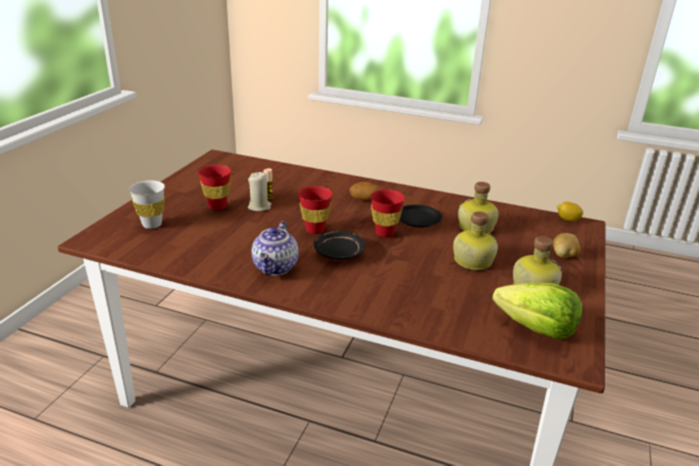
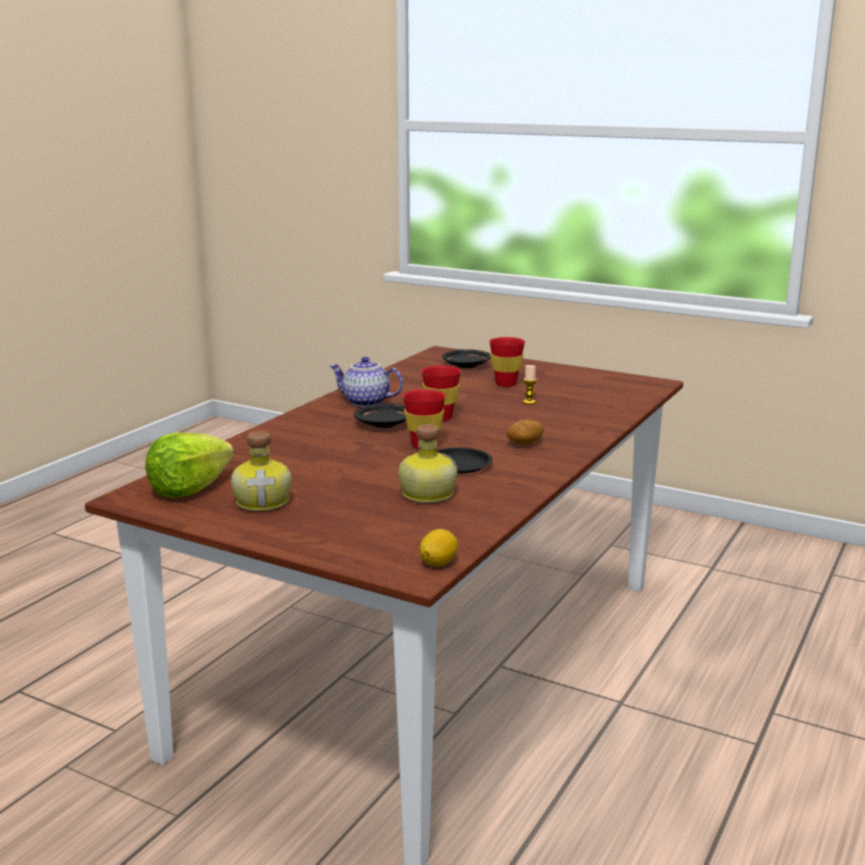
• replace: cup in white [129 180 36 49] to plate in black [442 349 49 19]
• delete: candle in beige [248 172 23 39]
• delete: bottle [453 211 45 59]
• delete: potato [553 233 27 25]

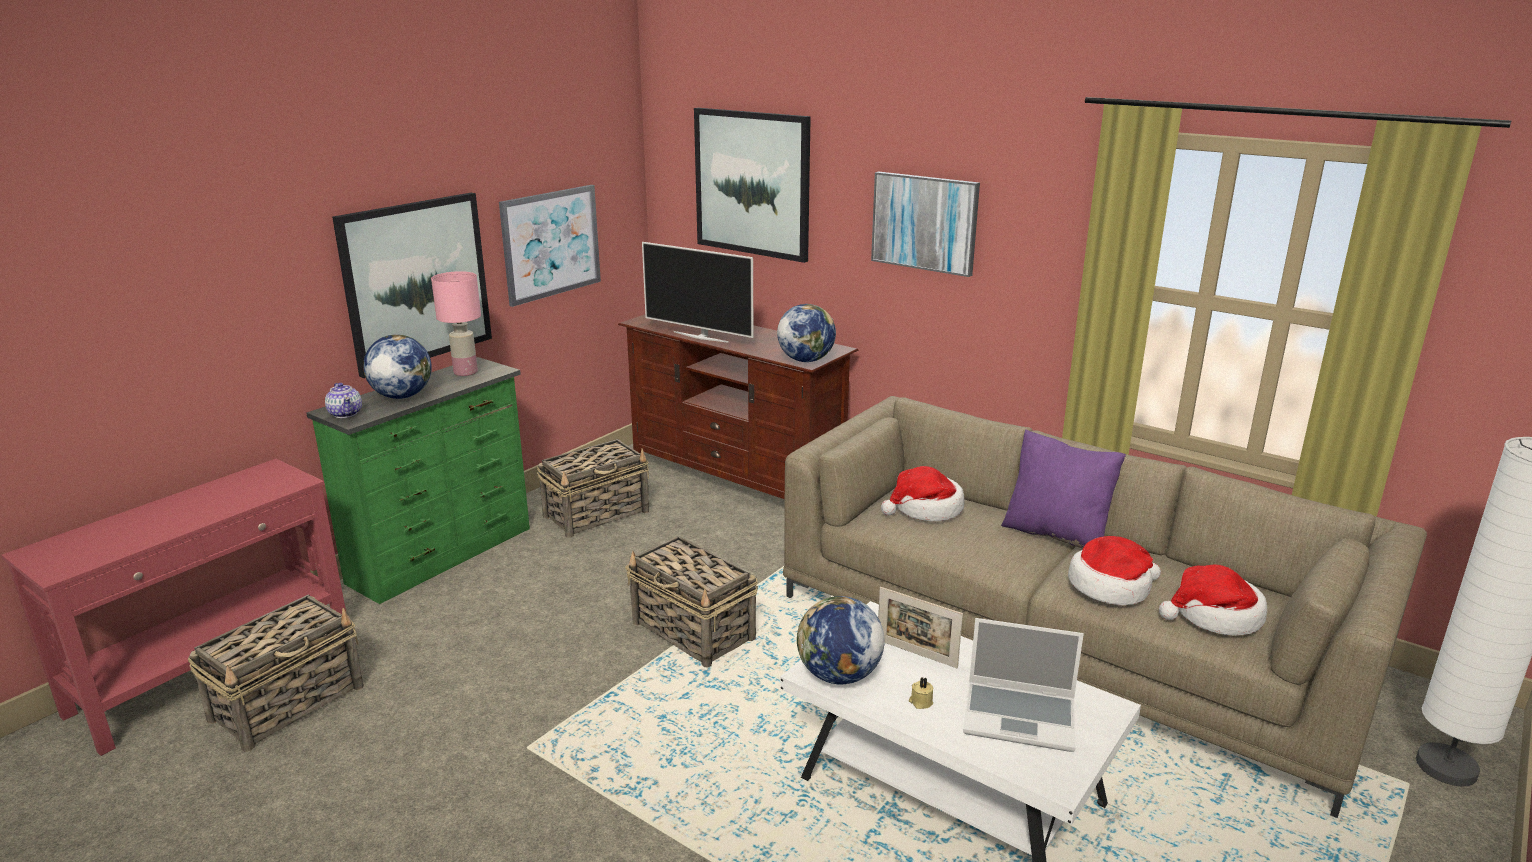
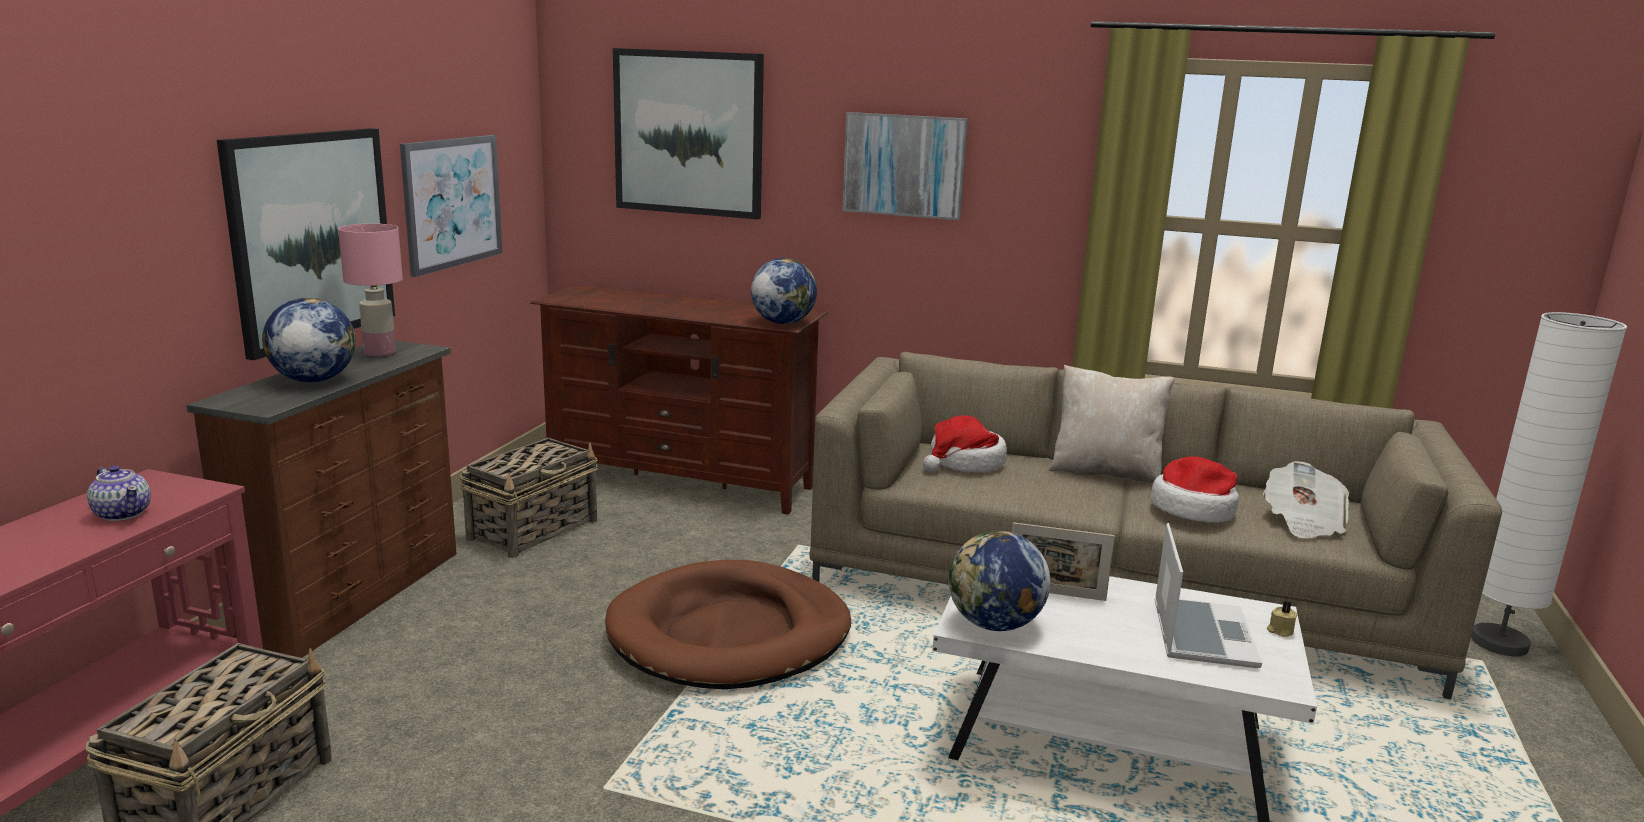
• recolor: dresser in green [307 357 223 247] to dresser in brown [187 340 270 318]
• move: teapot [325 383 37 35] to [87 466 64 55]
• replace: basket [625 536 133 131] to dog bed in brown [605 560 246 129]
• delete: television [642 242 112 101]
• move: candle in beige [909 677 25 32] to [1267 601 31 36]
• rotate: laptop [963 618 121 134] = [1155 523 107 145] 75 degrees counterclockwise
• recolor: pillow in purple [1001 429 125 120] to pillow in beige [1048 365 127 119]
• replace: hat [1159 564 108 72] to newspaper [1263 461 86 78]

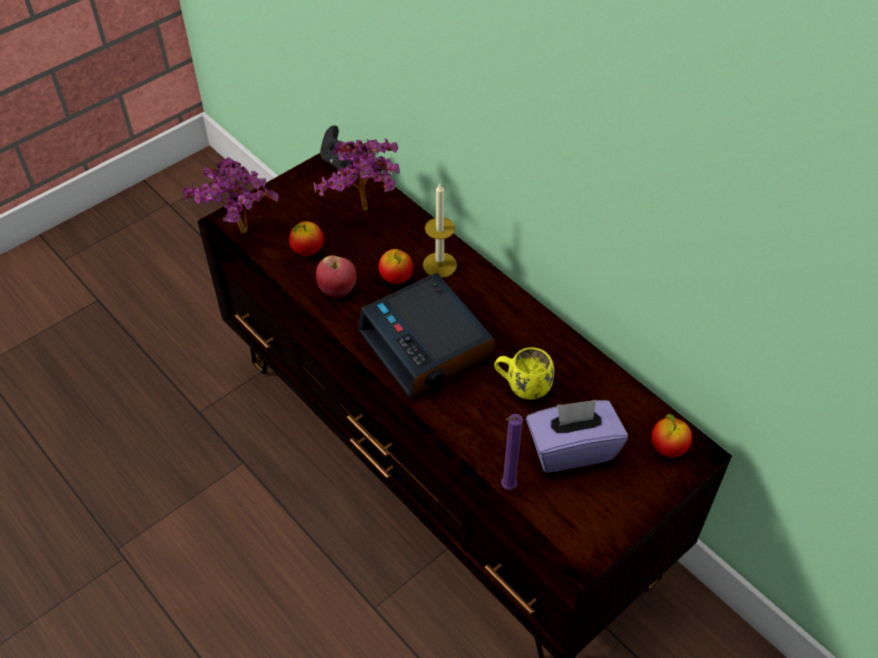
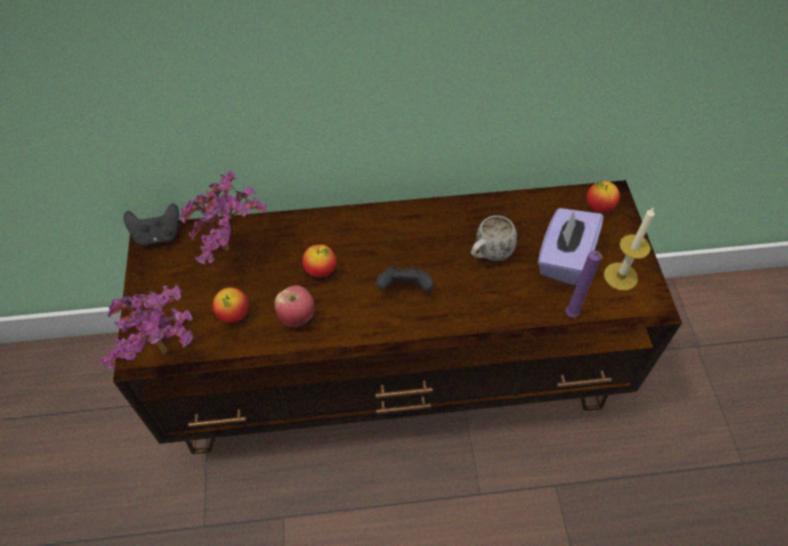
• replace: alarm clock [358 273 137 126] to game controller in black [376 266 58 25]
• move: candle [423 183 34 95] to [604 207 51 84]
• recolor: mug in yellow [494 347 60 53] to mug in white [471 215 46 46]

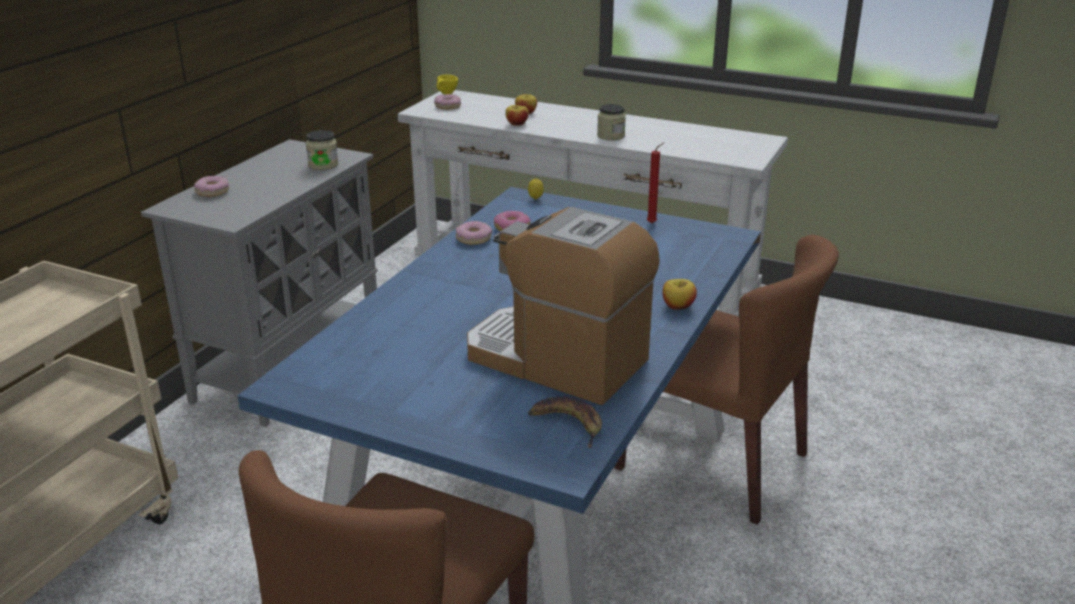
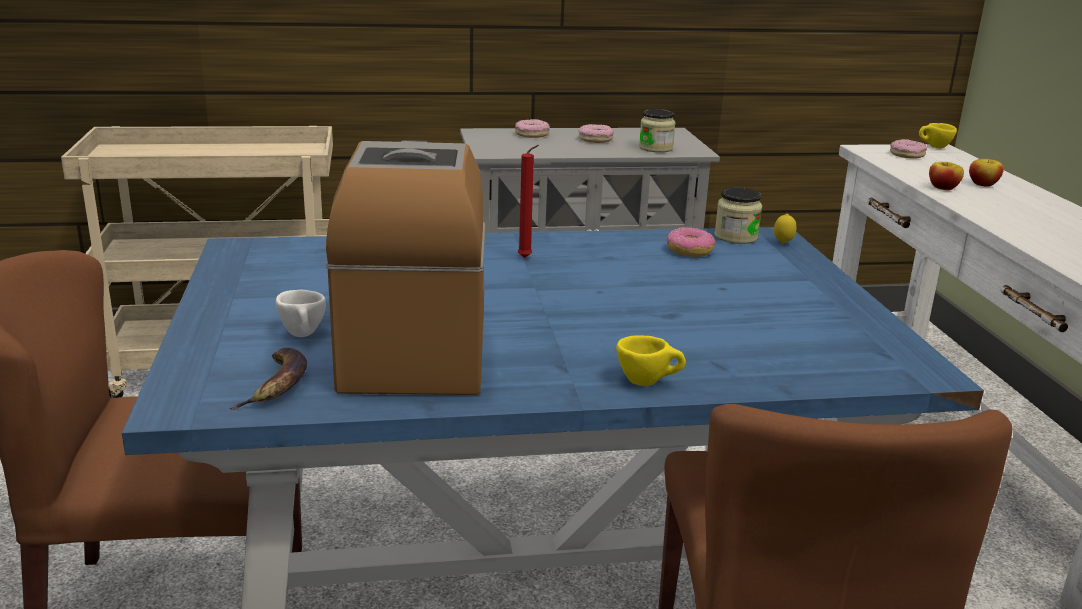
• move: donut [456 221 36 24] to [579 124 35 19]
• move: jar [597 104 29 37] to [714 187 48 57]
• move: candle in red [647 143 17 81] to [518 145 21 113]
• replace: apple [662 279 35 31] to cup in yellow [616 335 70 51]
• insert: cup in white [276 290 50 47]

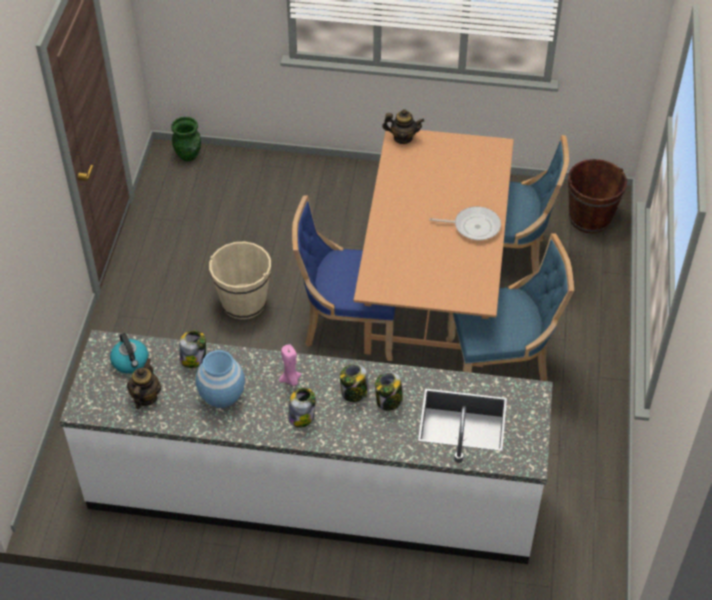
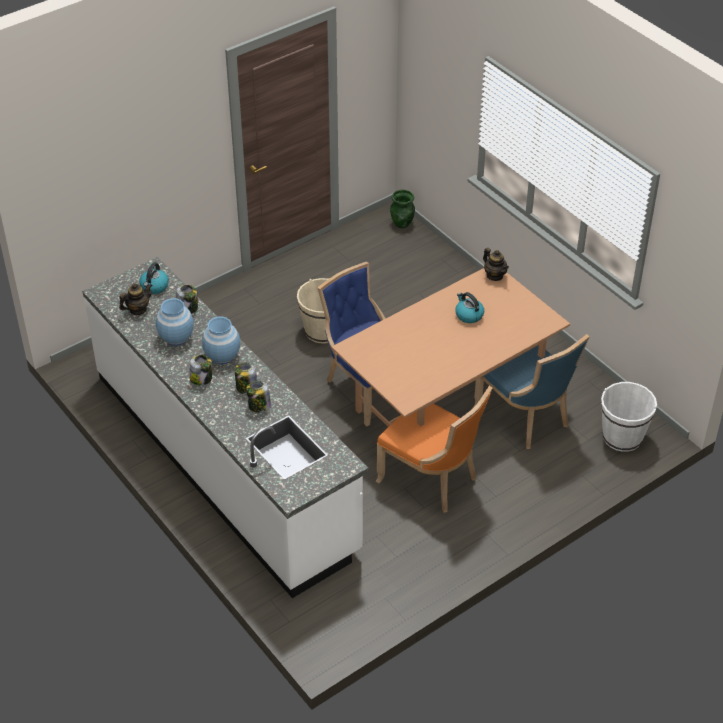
• replace: candle in pink [279 345 23 41] to vase in blue [202 316 38 49]
• delete: frying pan [429 206 72 34]
• recolor: chair in blue [446 233 128 148] to chair in orange [376 386 117 127]
• recolor: bucket in brown [568 159 59 75] to bucket in white [601 382 56 70]
• insert: kettle [455 292 29 31]

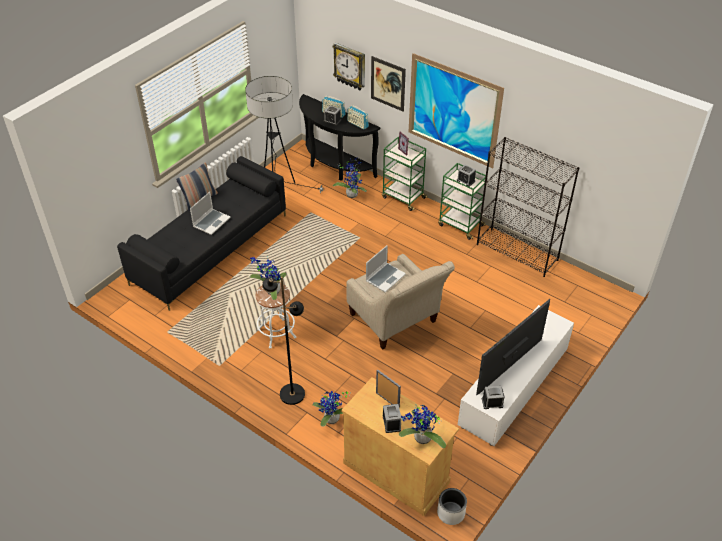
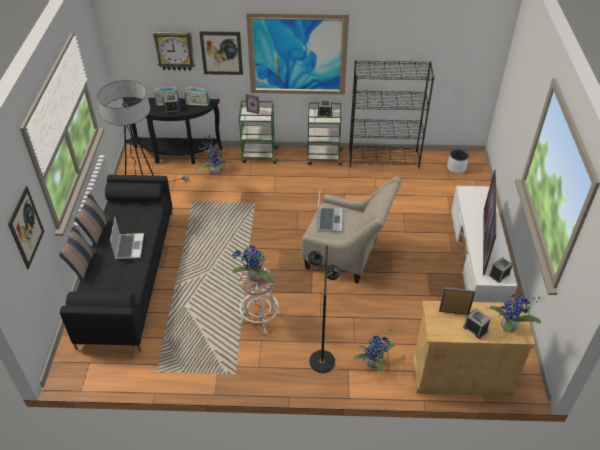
• move: planter in white [437 488 30 37] to [447 149 22 24]
• insert: picture [8 186 36 83]
• insert: pillow [59 224 37 58]

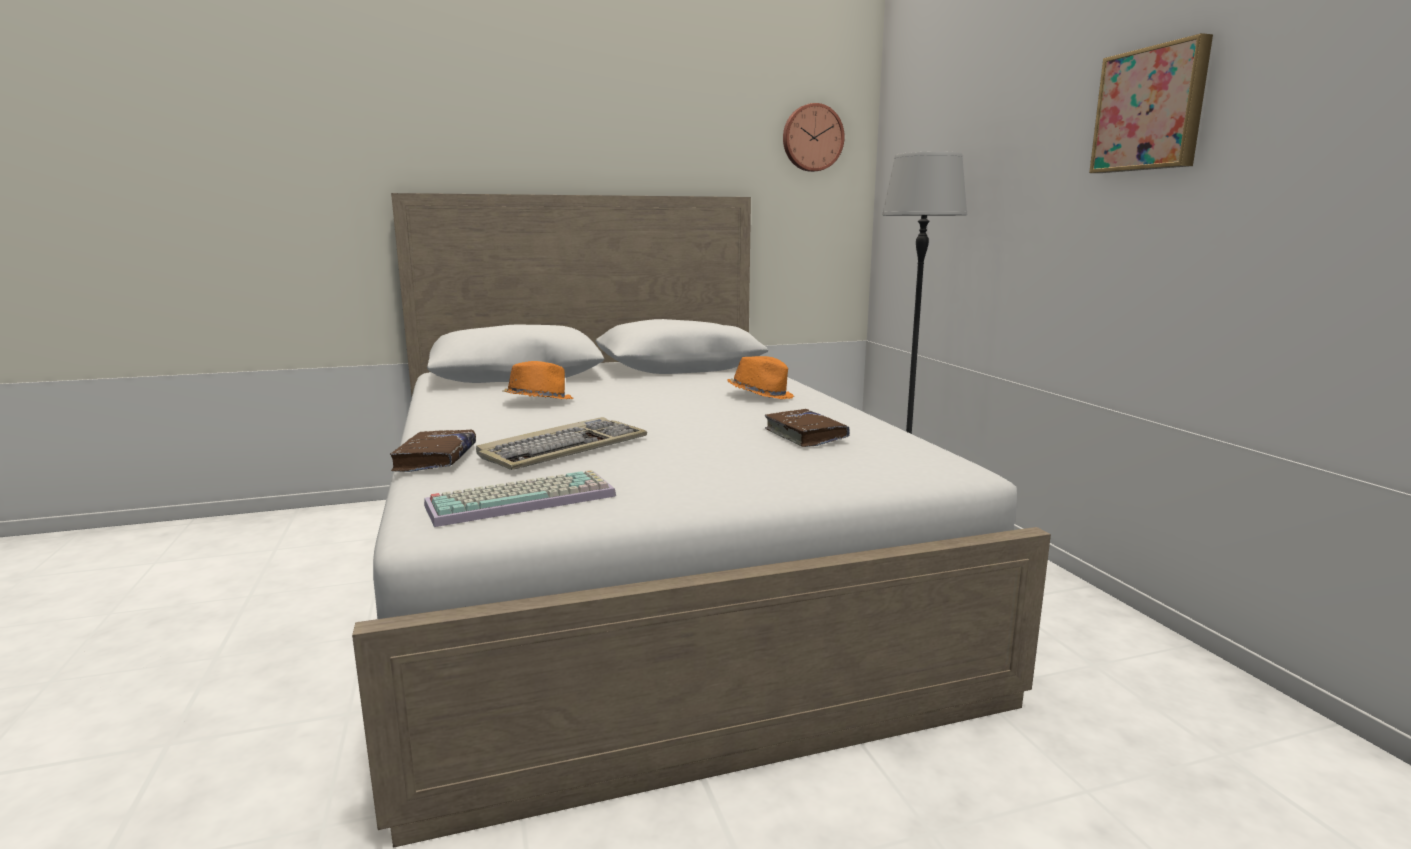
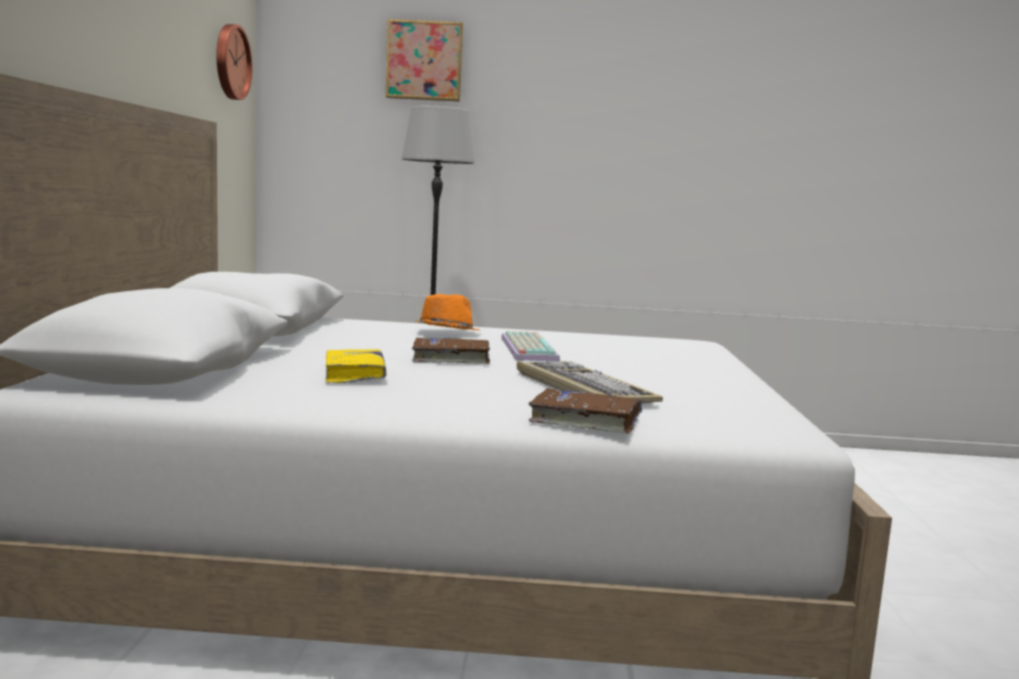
• move: keyboard [424 470 192 57] to [501 331 59 30]
• replace: hat in orange [502 361 72 38] to book in yellow [326 349 60 34]
• move: book in brown [765 409 85 38] to [412 338 78 26]
• move: picture [1089 33 124 140] to [386 19 77 82]

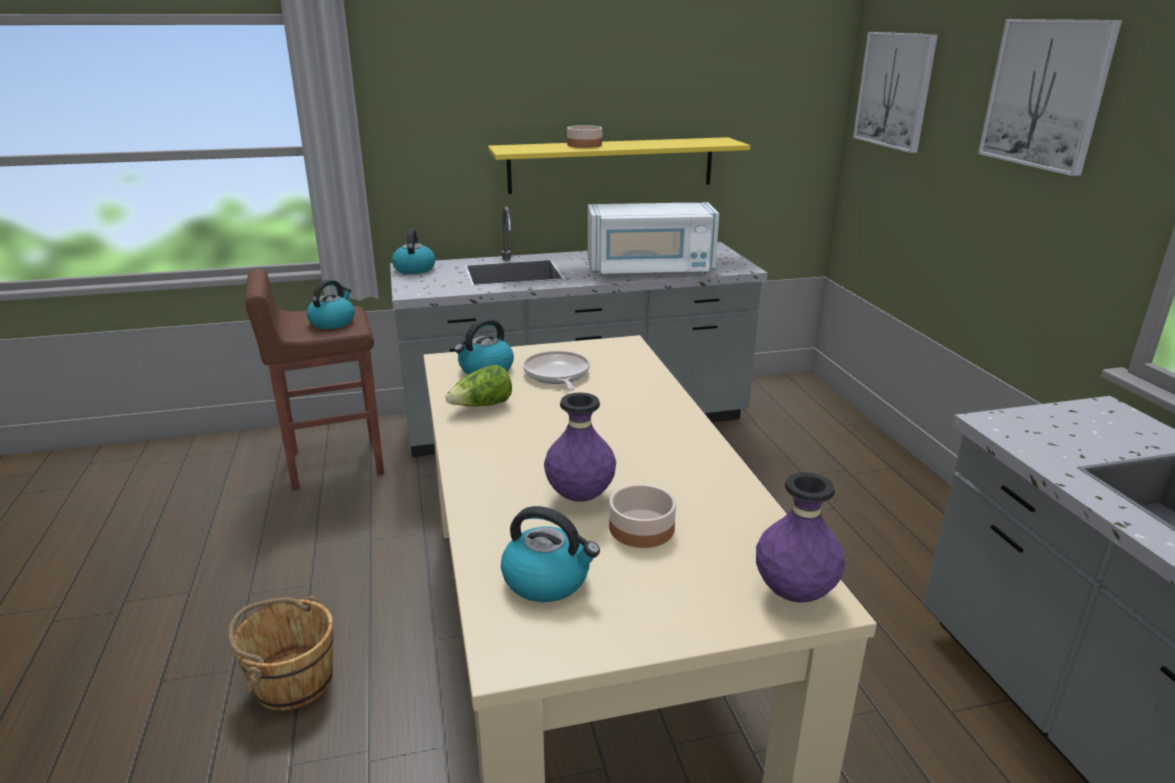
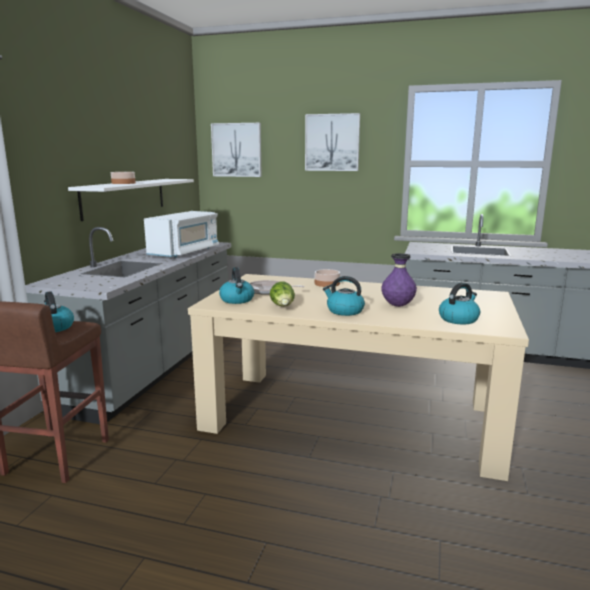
• delete: bucket in brown [228 596 106 115]
• move: kettle [392 229 43 45] to [323 276 42 40]
• recolor: shelf in yellow [488 137 262 57] to shelf in white [68 179 126 42]
• move: bowl [609 484 67 64] to [315 269 25 18]
• delete: vase in purple [756 472 89 131]

